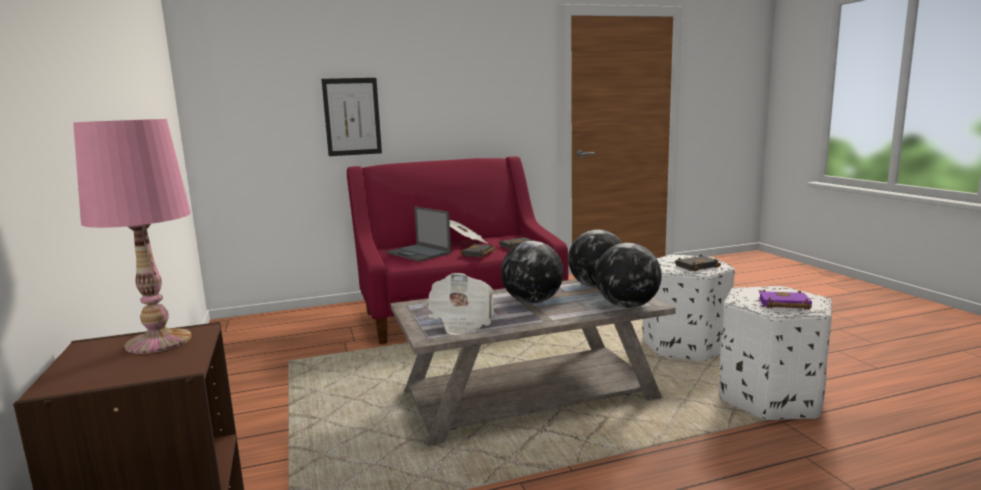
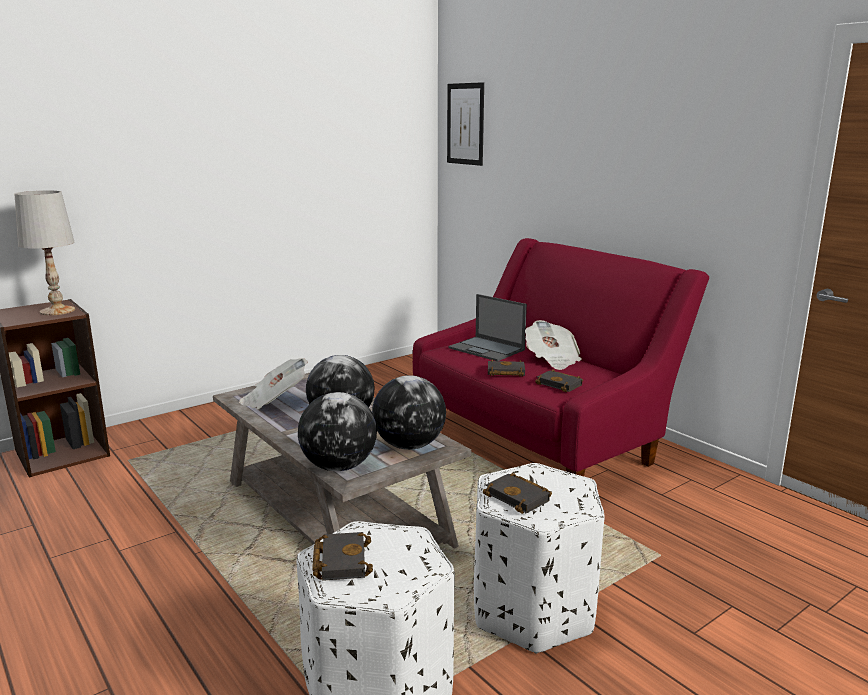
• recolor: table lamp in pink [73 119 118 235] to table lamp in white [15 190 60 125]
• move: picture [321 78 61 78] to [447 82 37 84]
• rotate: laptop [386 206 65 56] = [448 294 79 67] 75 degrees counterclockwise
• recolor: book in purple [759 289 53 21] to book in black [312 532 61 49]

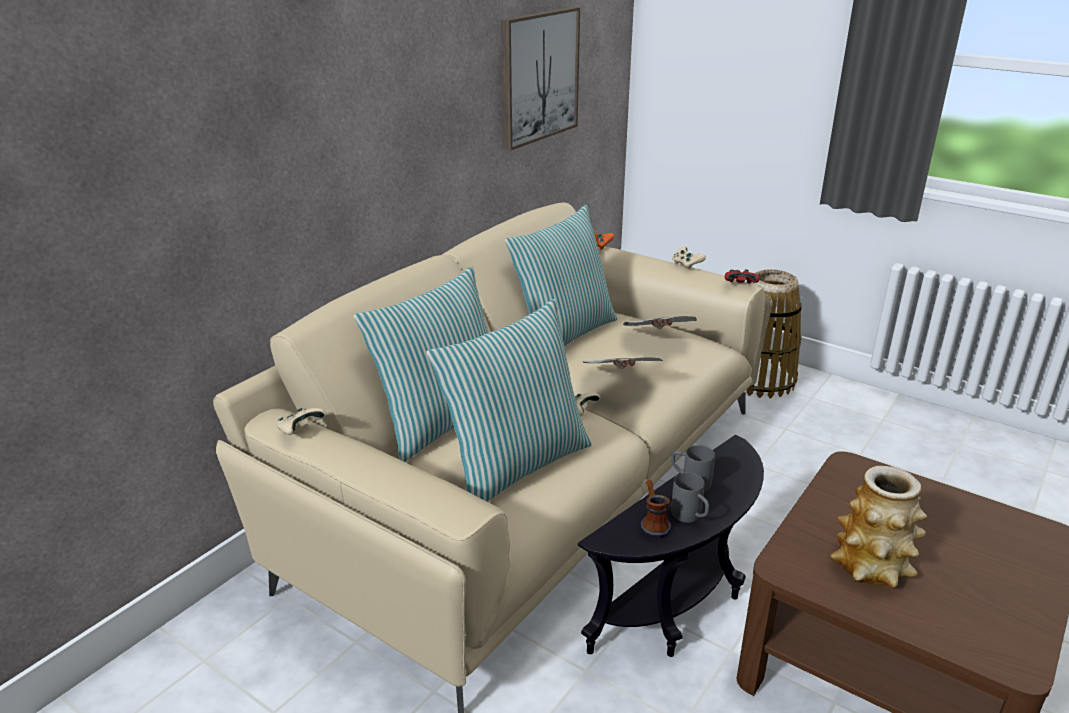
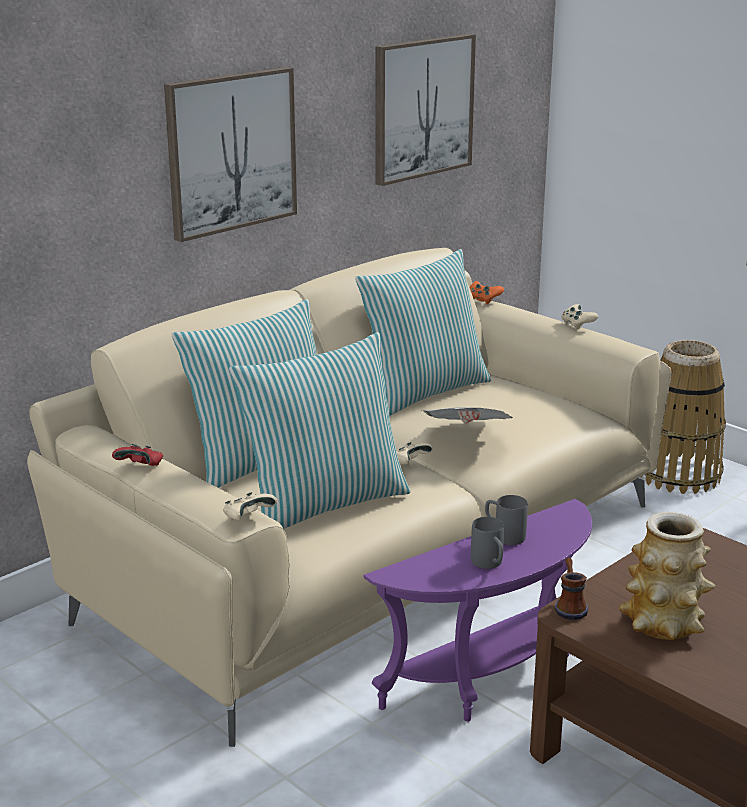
• move: game controller in beige [277 408 49 27] to [223 492 54 28]
• recolor: side table in black [578 435 186 222] to side table in purple [364 499 228 223]
• delete: newspaper [623 316 74 13]
• move: mug [641 480 30 58] to [555 558 33 62]
• move: game controller in red [725 269 35 14] to [112 444 51 22]
• insert: picture [164 67 133 175]

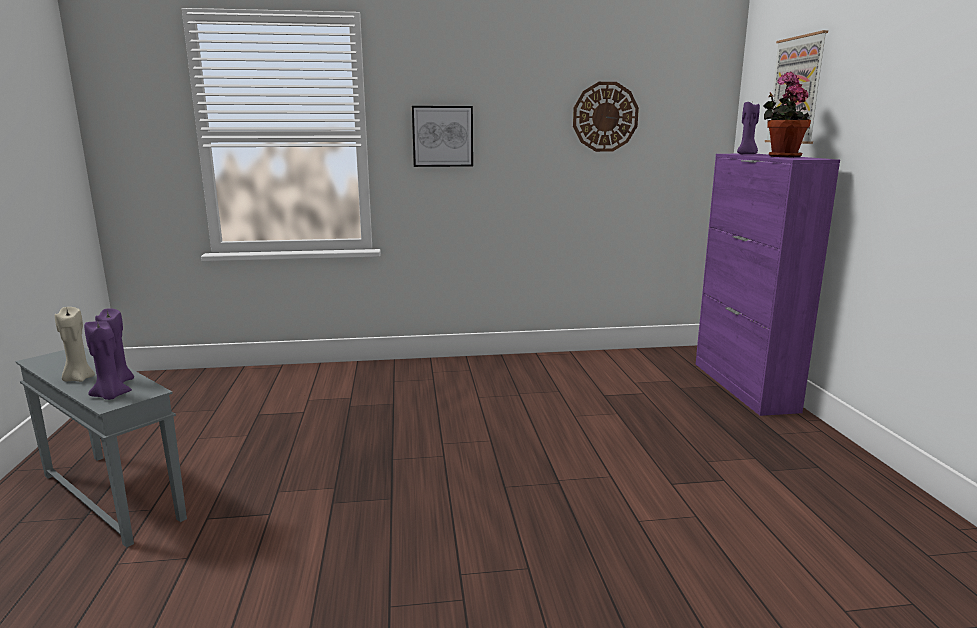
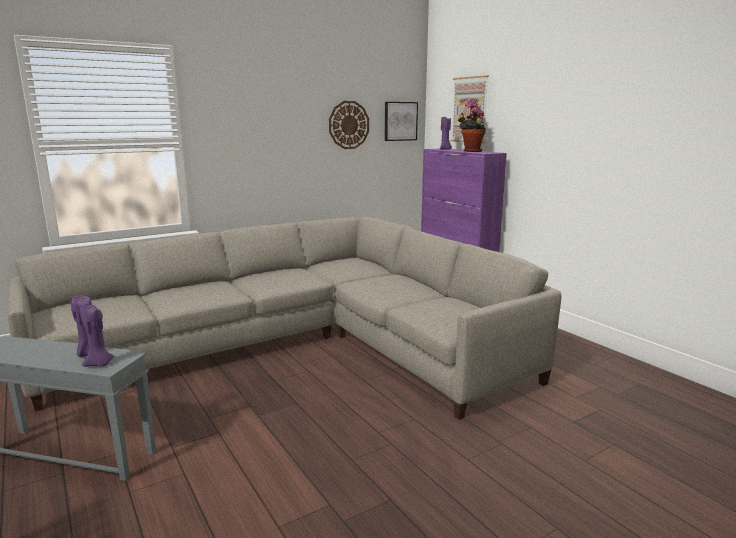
• delete: candle in beige [55 307 40 75]
• move: picture [412 106 61 61] to [385 102 33 39]
• insert: sofa in grey [8 217 554 203]

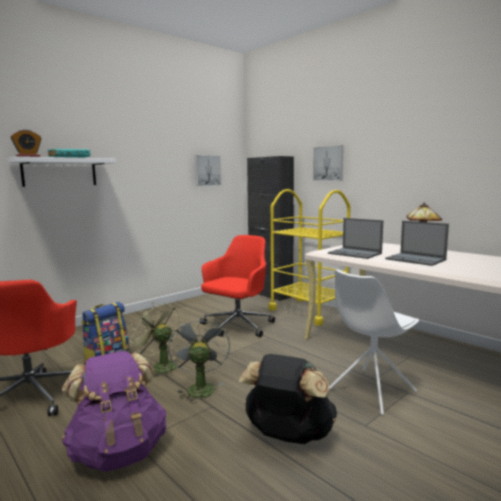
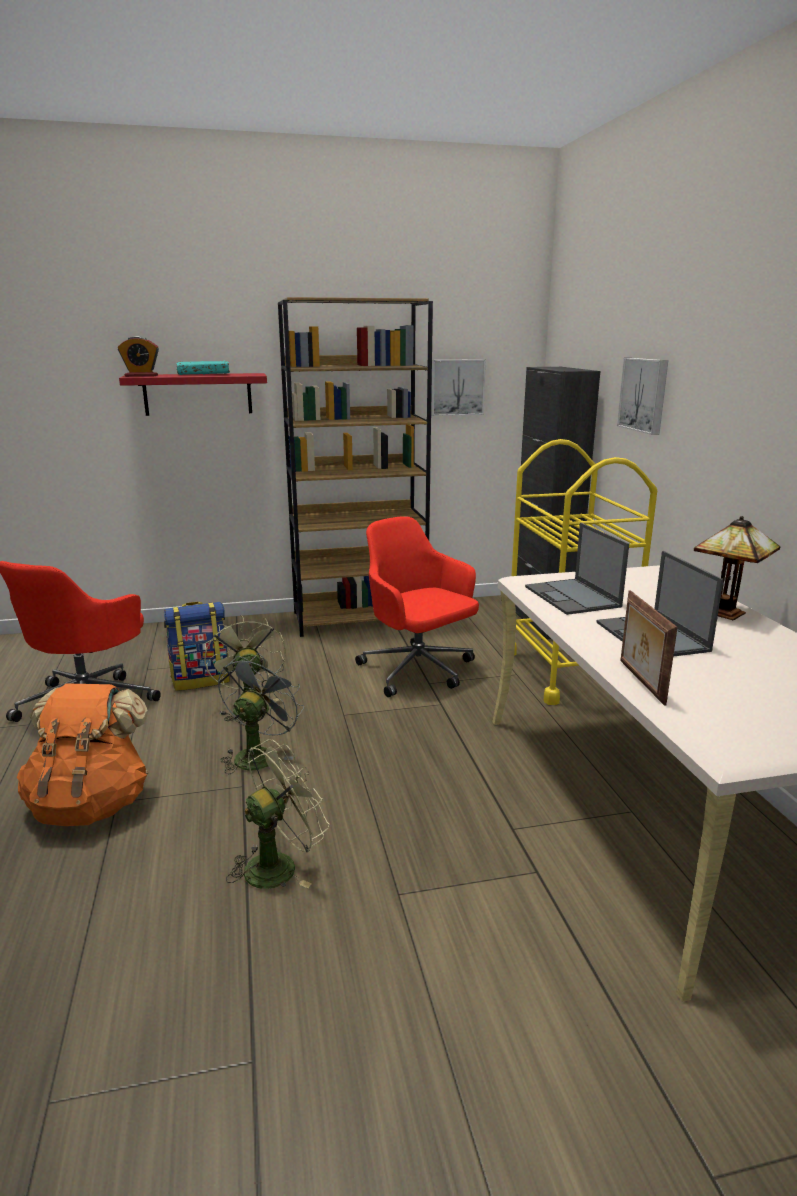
• recolor: shelf in white [7 156 109 31] to shelf in red [119 373 148 43]
• recolor: backpack in purple [62 351 105 121] to backpack in orange [17 683 131 143]
• rotate: office chair in red [200 235 75 102] = [355 517 124 180] 105 degrees counterclockwise
• replace: backpack in black [239 354 98 90] to fan in green [226 739 103 150]
• delete: chair in white [329 269 90 146]
• insert: bookcase in brown [278 297 155 340]
• insert: picture frame [620 590 58 116]

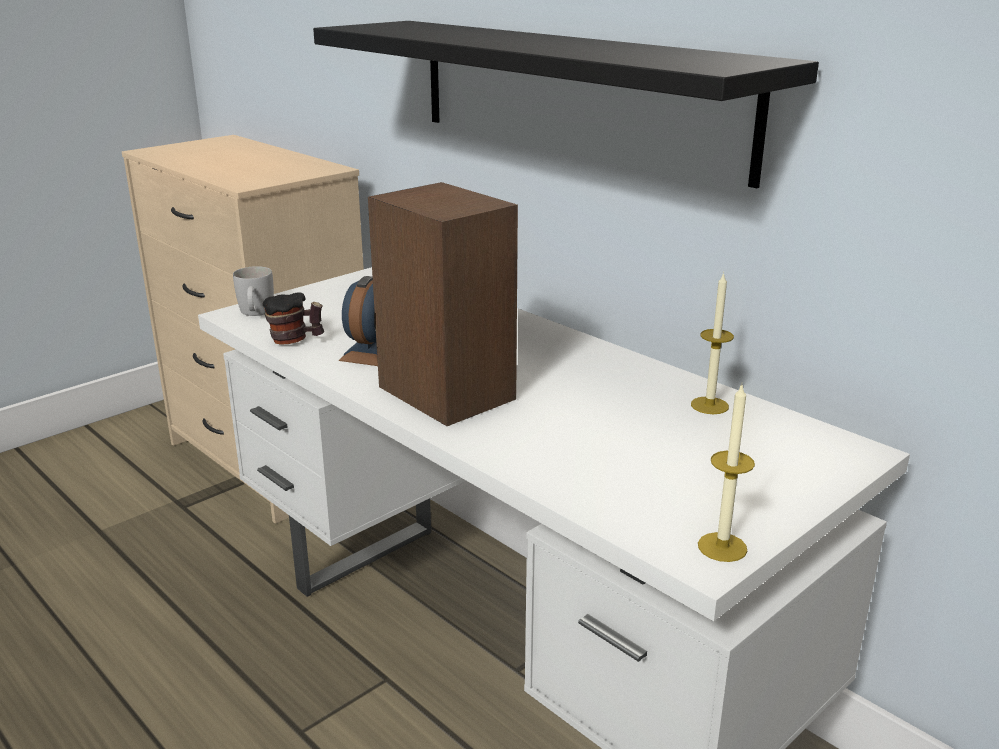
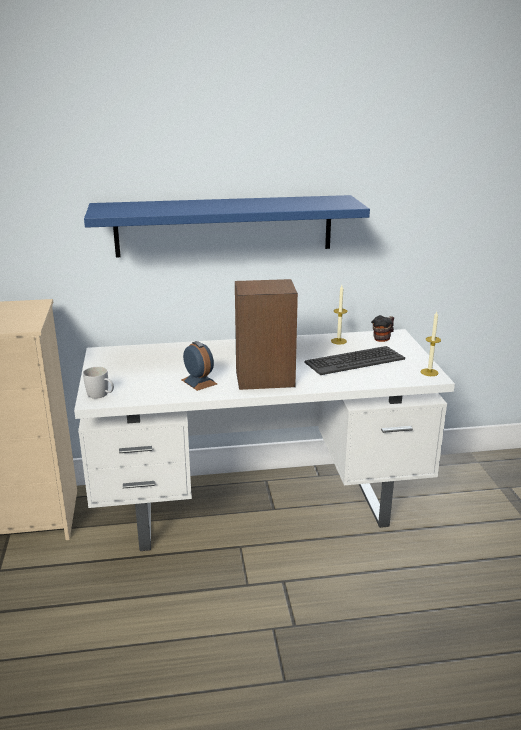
• move: mug [263 292 61 53] to [371 315 24 27]
• recolor: shelf in black [313 21 506 167] to shelf in blue [84 195 286 63]
• insert: keyboard [304 346 101 29]

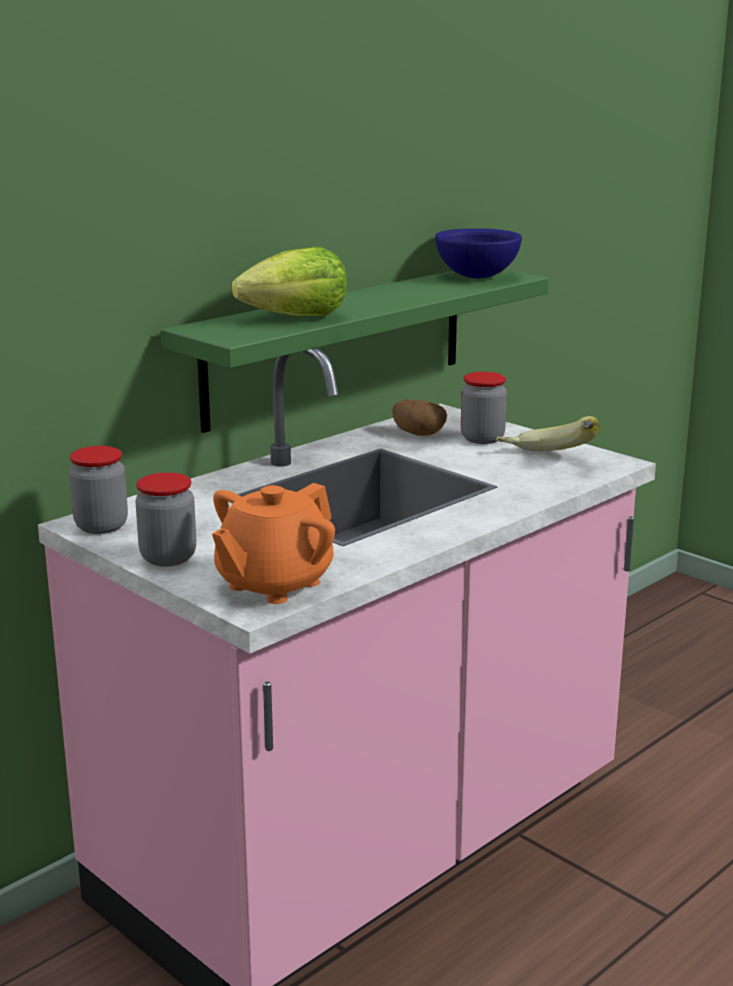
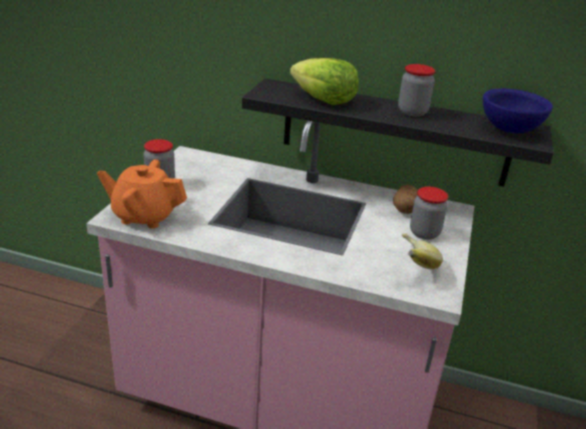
• move: jar [69 446 59 88] to [398 64 37 53]
• recolor: shelf in green [161 270 388 163] to shelf in black [242 78 312 109]

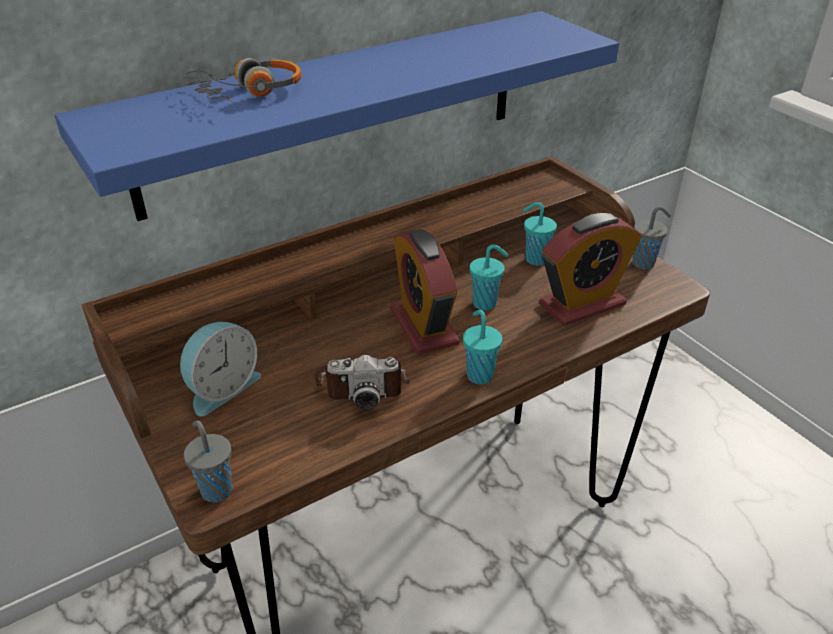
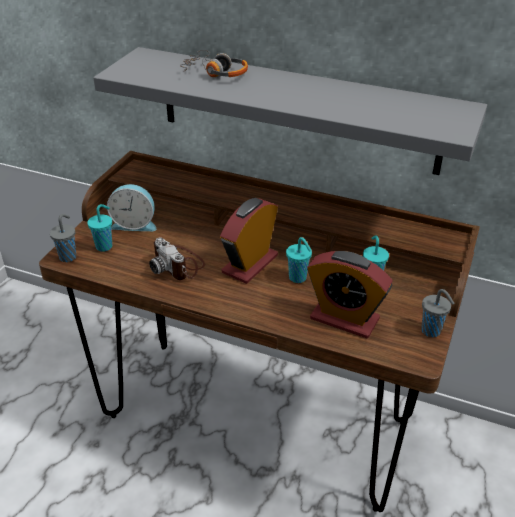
• recolor: shelf in blue [55 11 564 210] to shelf in grey [93 47 394 128]
• move: cup in turquoise [463 310 39 74] to [87 204 25 48]

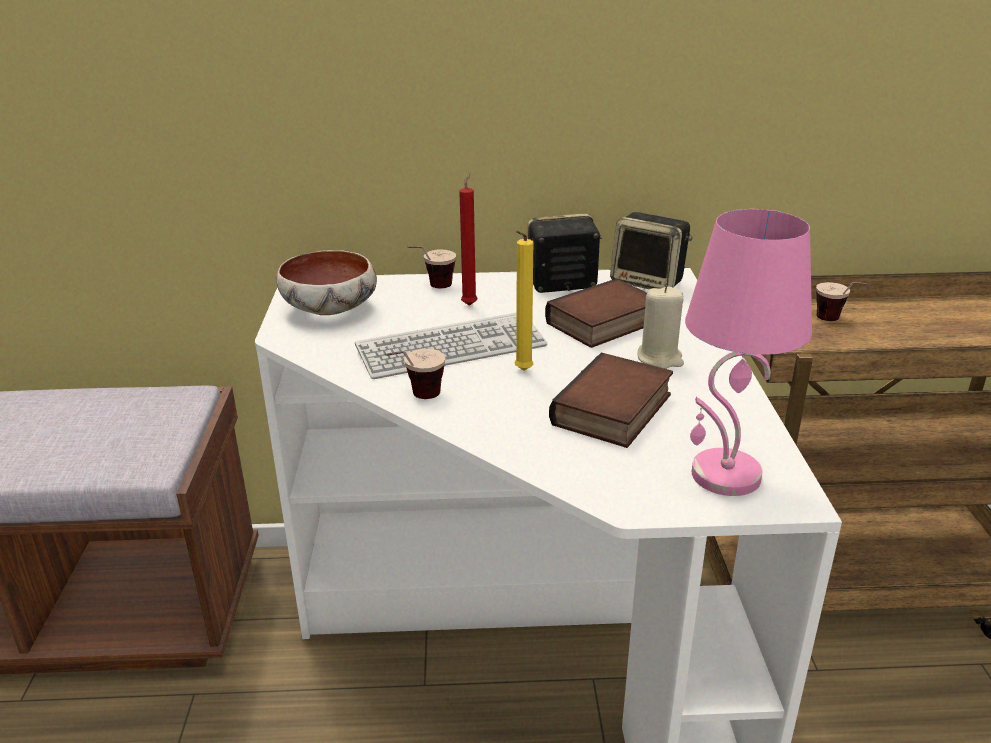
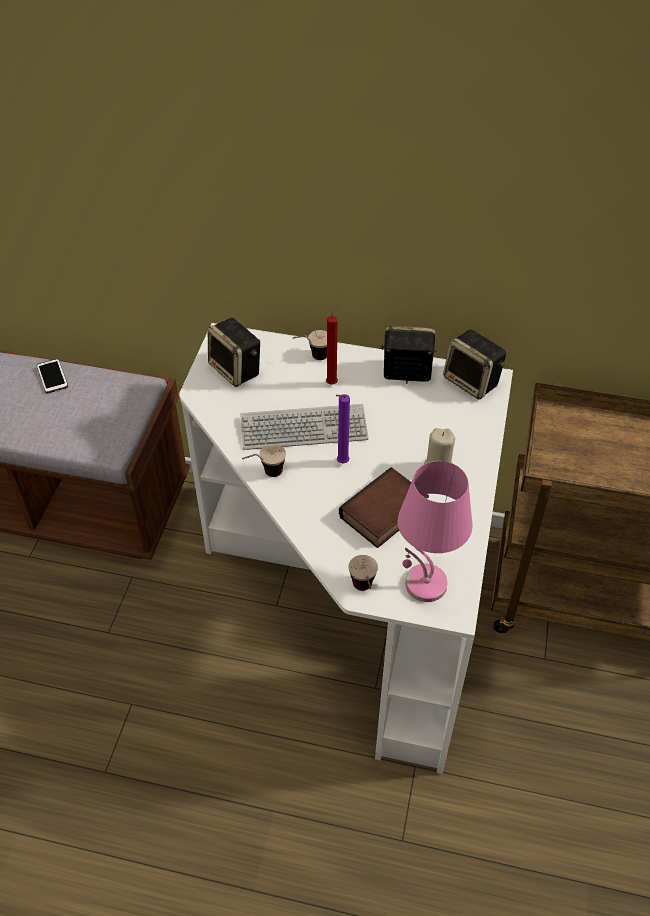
• replace: bowl [276 250 101 65] to speaker [208 318 52 69]
• recolor: candle in yellow [515 231 18 140] to candle in purple [336 394 14 70]
• delete: book [545 279 102 69]
• move: cup [816 282 53 39] to [349 555 29 36]
• insert: phone [37 359 31 34]

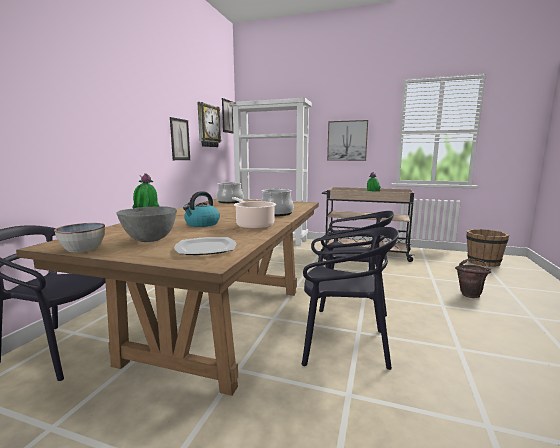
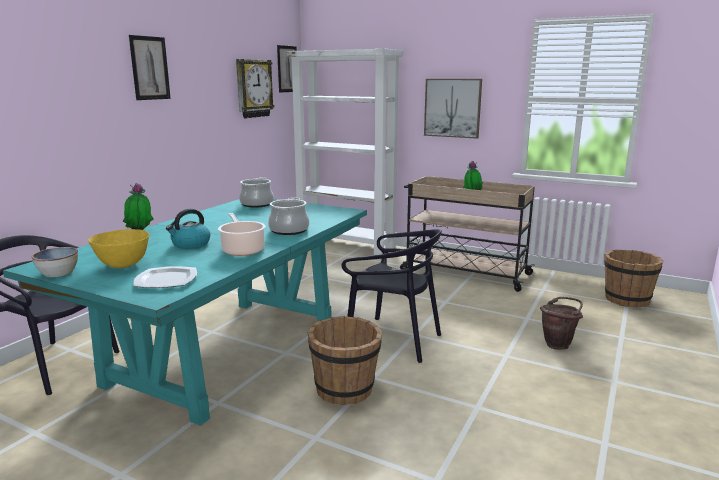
• recolor: dining table in brown [16 199 303 197] to dining table in turquoise [3 199 364 227]
• recolor: bowl in grey [116 207 61 35] to bowl in yellow [88 229 61 39]
• move: picture [170 117 20 43] to [129 35 42 65]
• replace: chair in black [302 227 97 143] to bucket in brown [308 316 74 89]

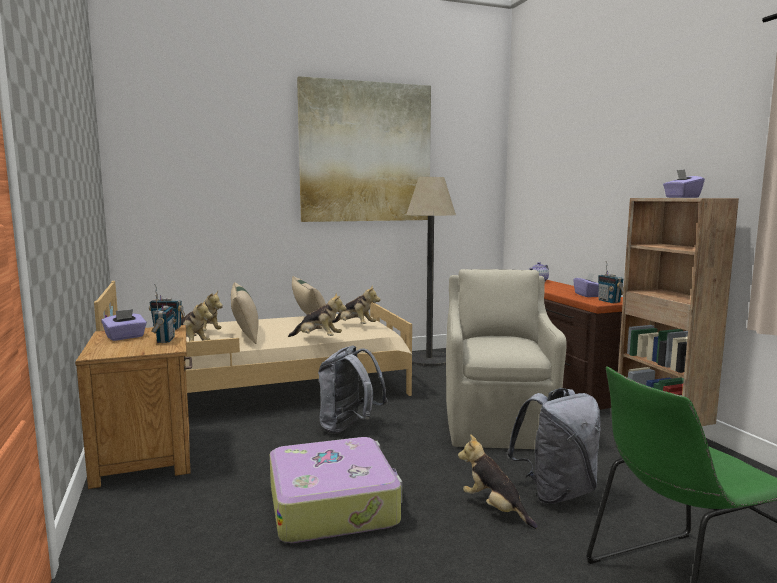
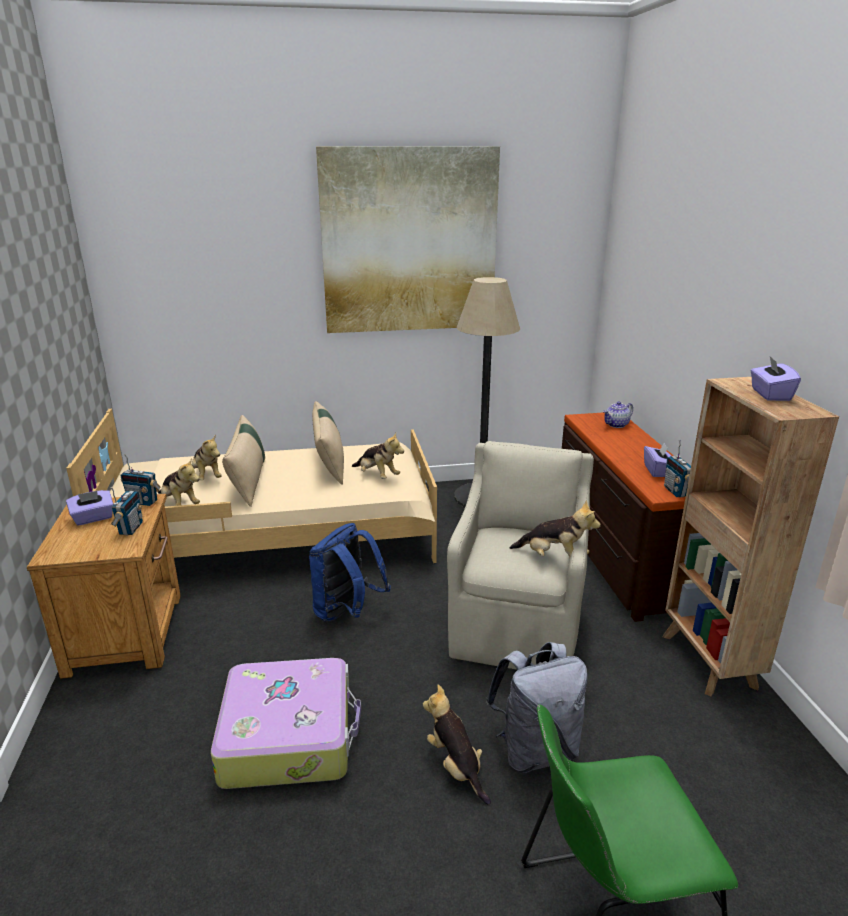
• move: plush toy [288 293 59 44] to [509 500 92 58]
• recolor: backpack in grey [318 345 70 89] to backpack in blue [309 523 82 99]

